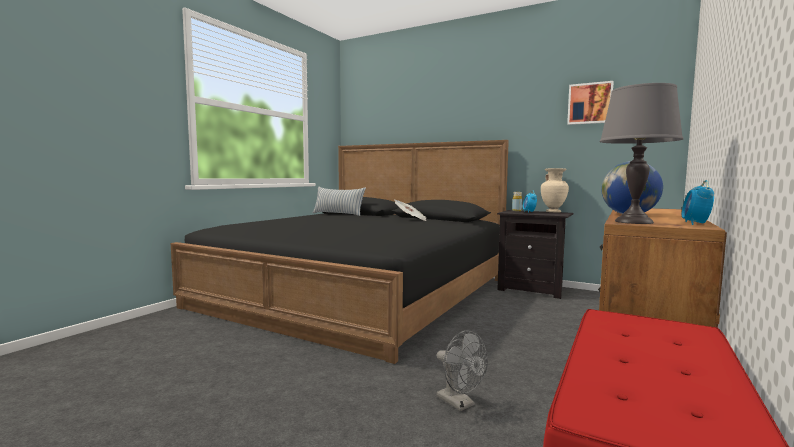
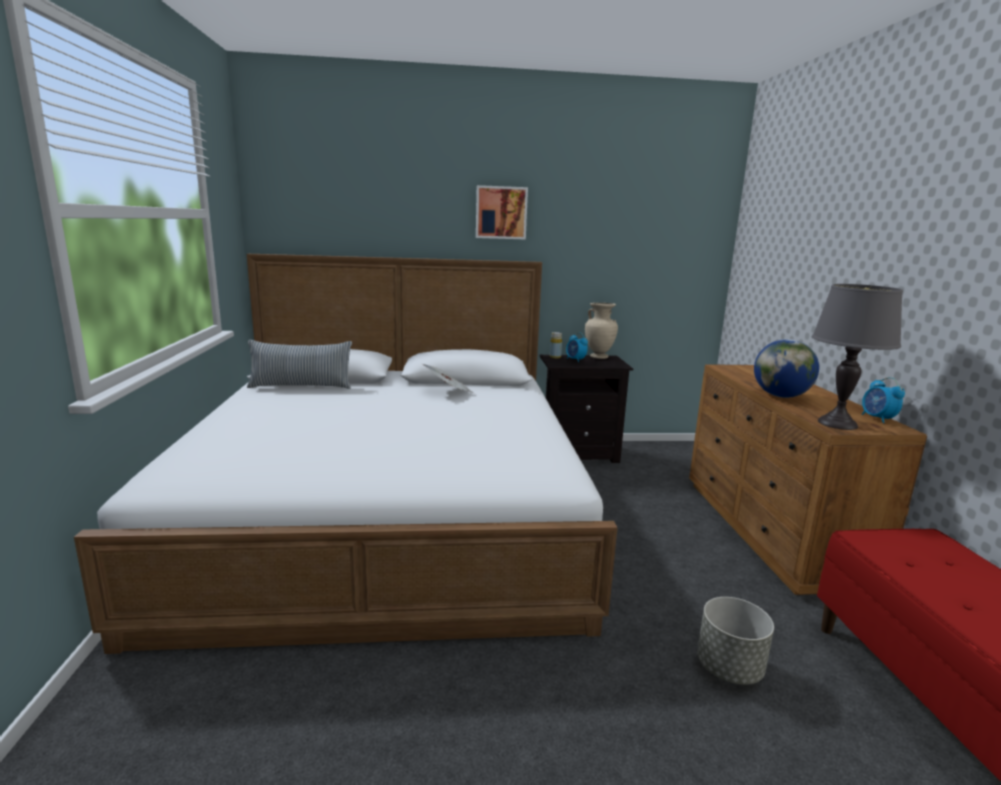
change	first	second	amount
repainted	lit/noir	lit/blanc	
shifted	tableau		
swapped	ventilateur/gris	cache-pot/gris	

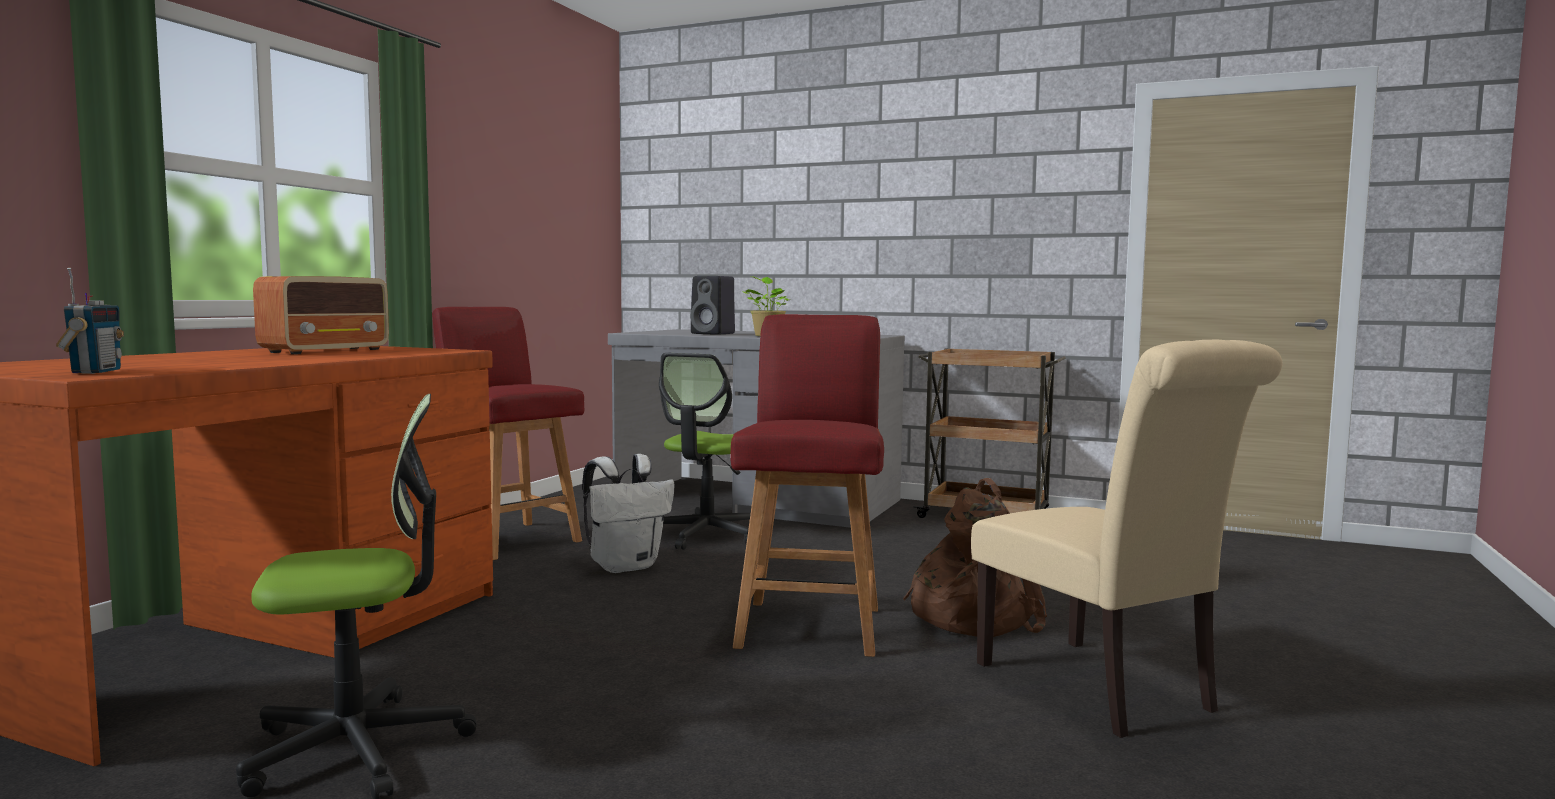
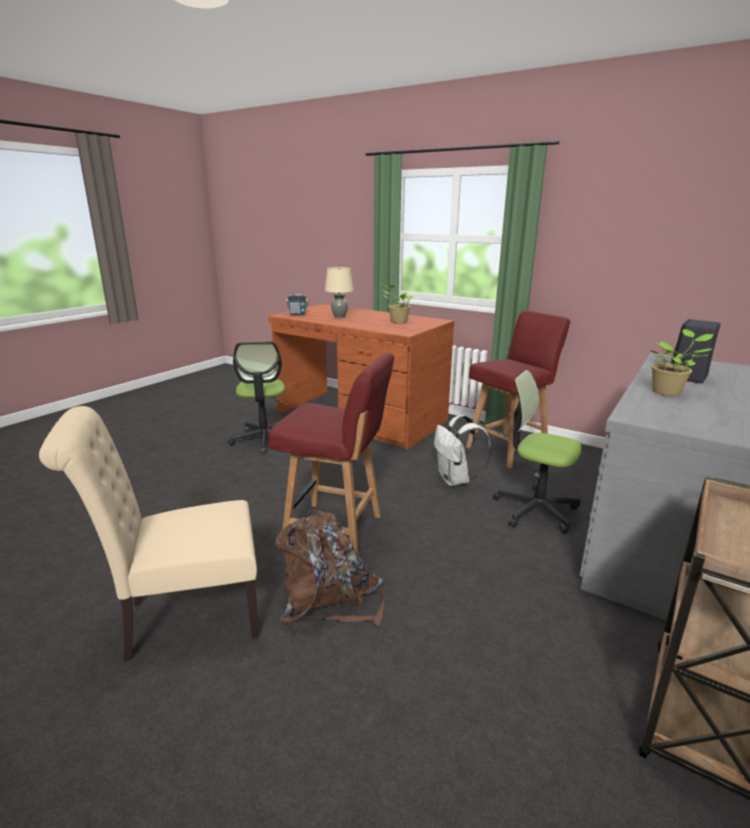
change	first	second	amount
new		lampe de table/beige	
swapped	radio (no. 2 from left)	plante en pot (no. 1 from left)	

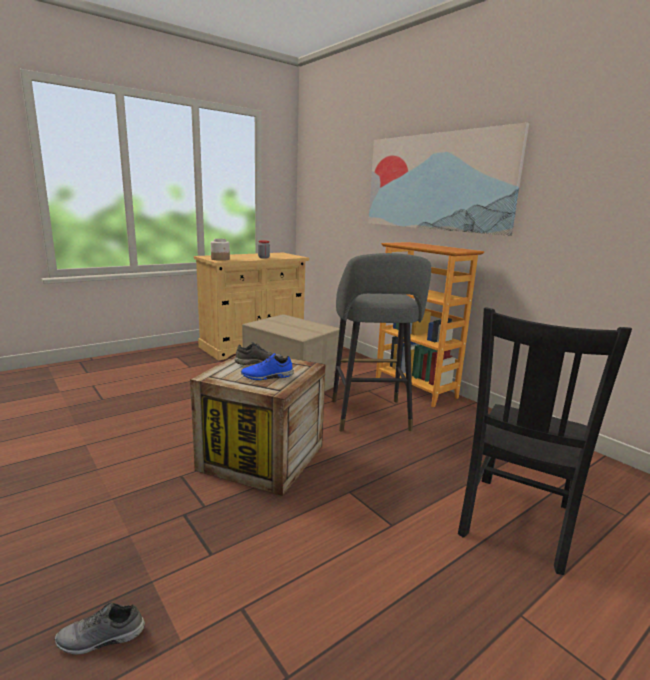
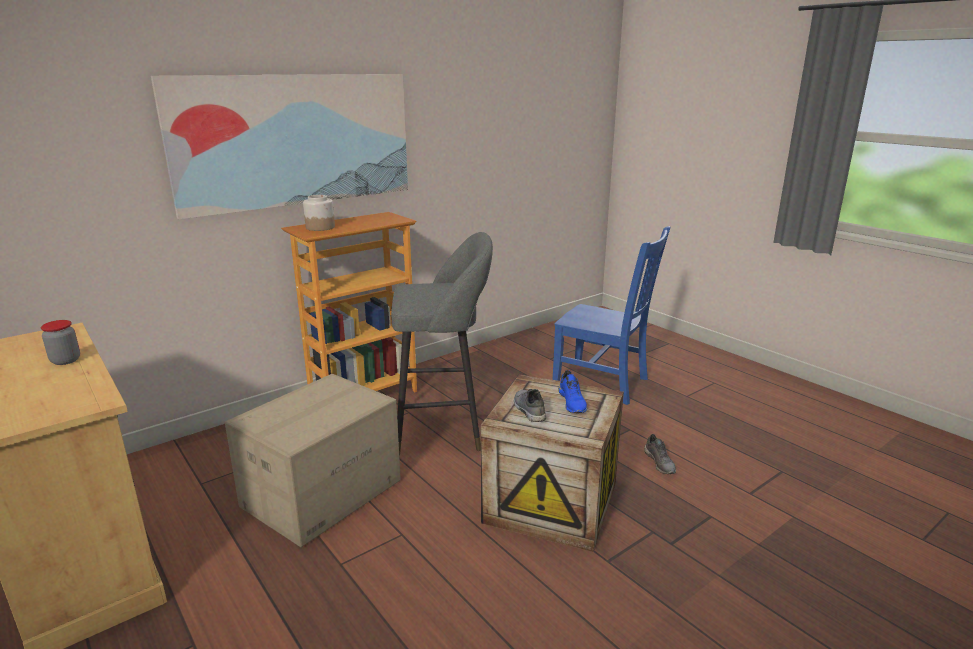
change	first	second	amount
shifted	bocal (no. 1 from left in the first image)	bocal (no. 2 from left)	
repainted	chaise/noir	chaise/bleu	
shifted	chaussure/gris (no. 1 from left in the first image)	chaussure/gris (no. 2 from left)	

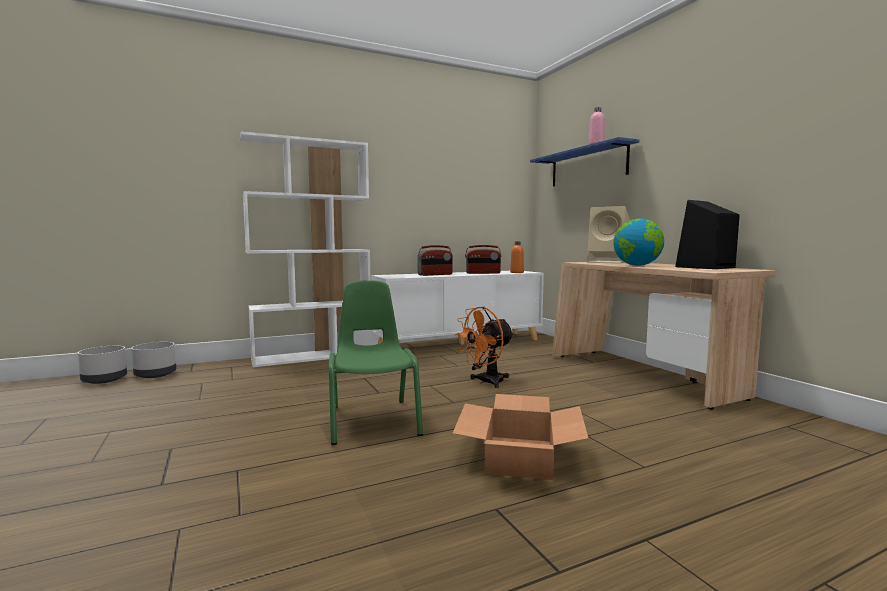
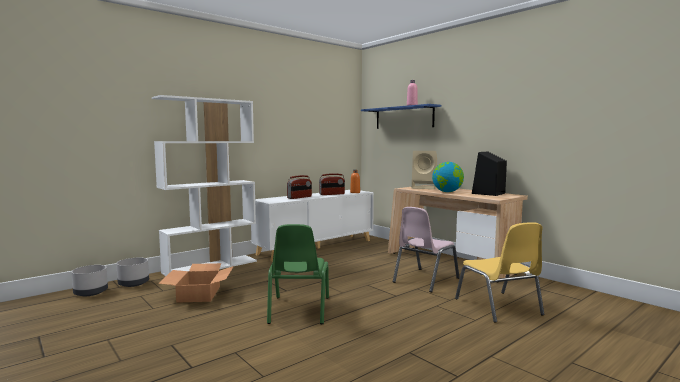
change	first	second	amount
shifted	cache-pot/gris (no. 1 from left in the first image)	cache-pot/gris (no. 2 from left)	
shifted	carton		
rotated	chaise/vert		150 degrees counterclockwise
new		chaise/rose	
new		chaise/jaune	
gone	ventilateur/orange		

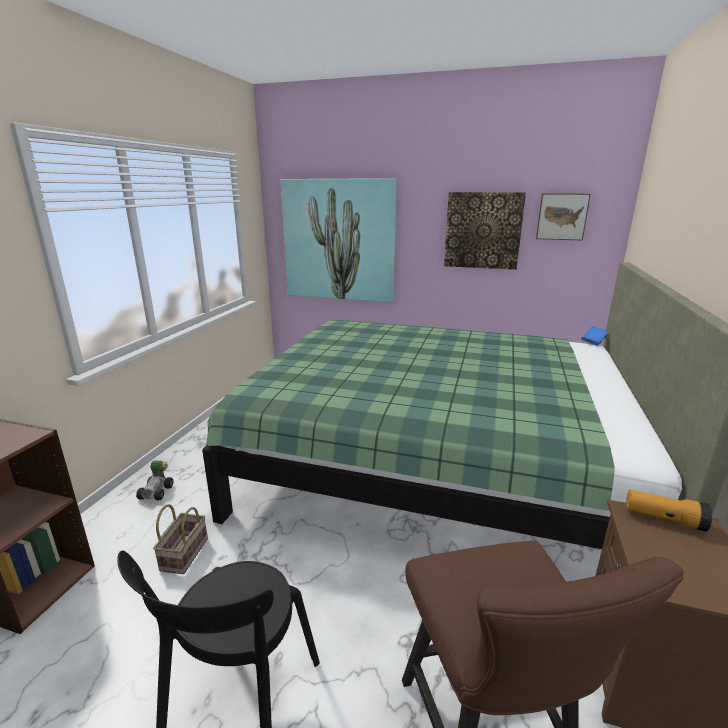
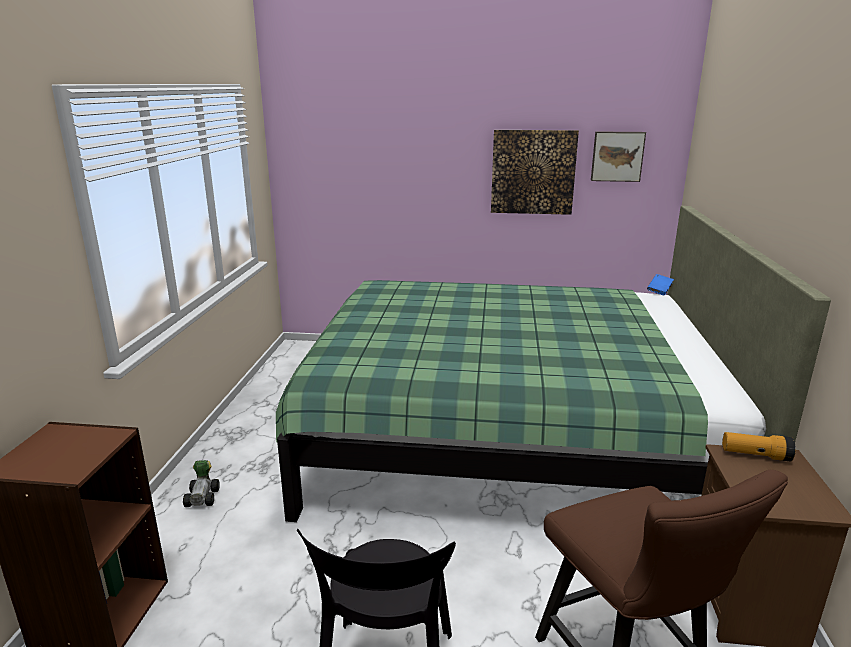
change	first	second	amount
gone	panier		
gone	tableau (no. 1 from left)		

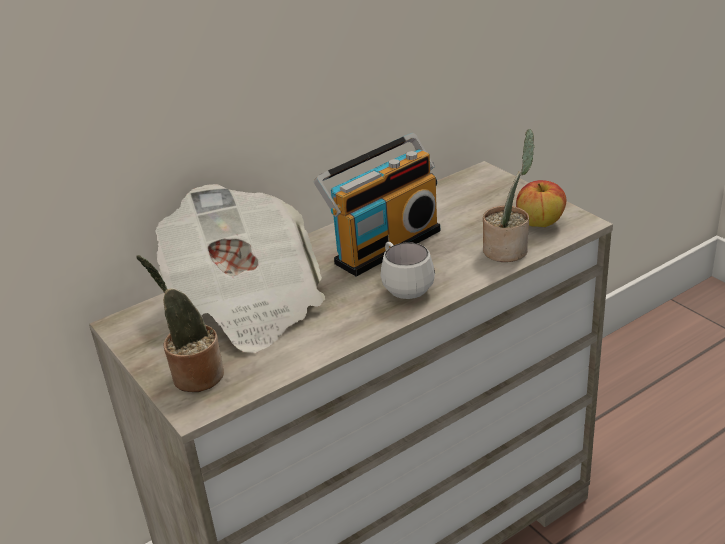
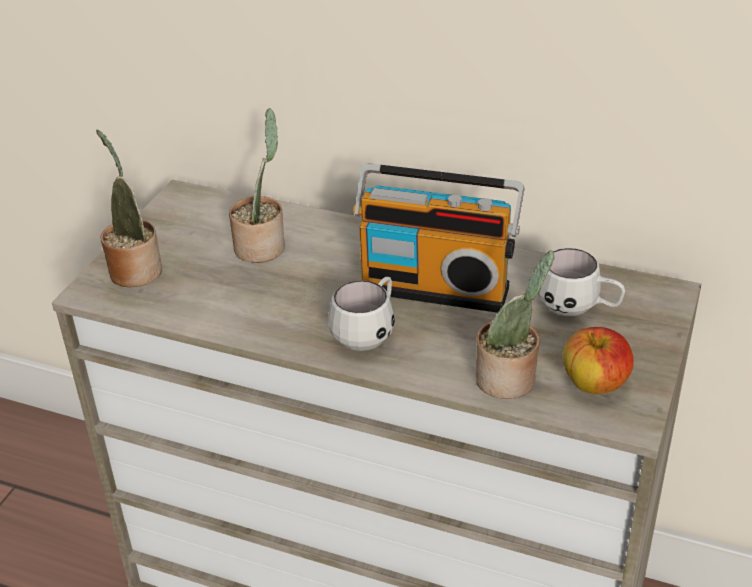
change	first	second	amount
swapped	journal	plante en pot (no. 2 from left)	
new		mug/blanc (no. 2 from left)	

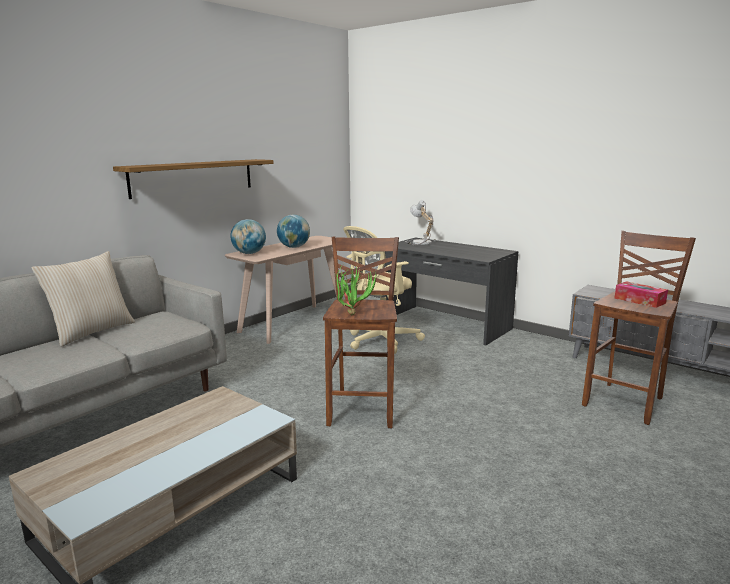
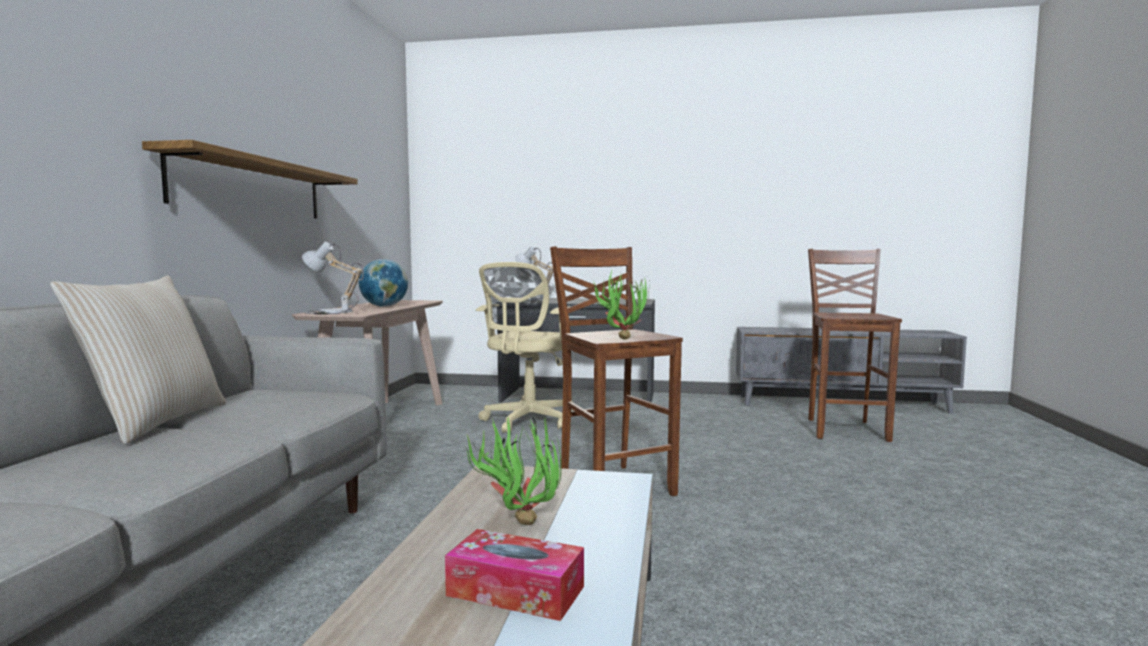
change	first	second	amount
swapped	globe (no. 1 from left)	lampe de table (no. 1 from left)	
shifted	boîte à mouchoirs		
new		plante en pot (no. 1 from left)	

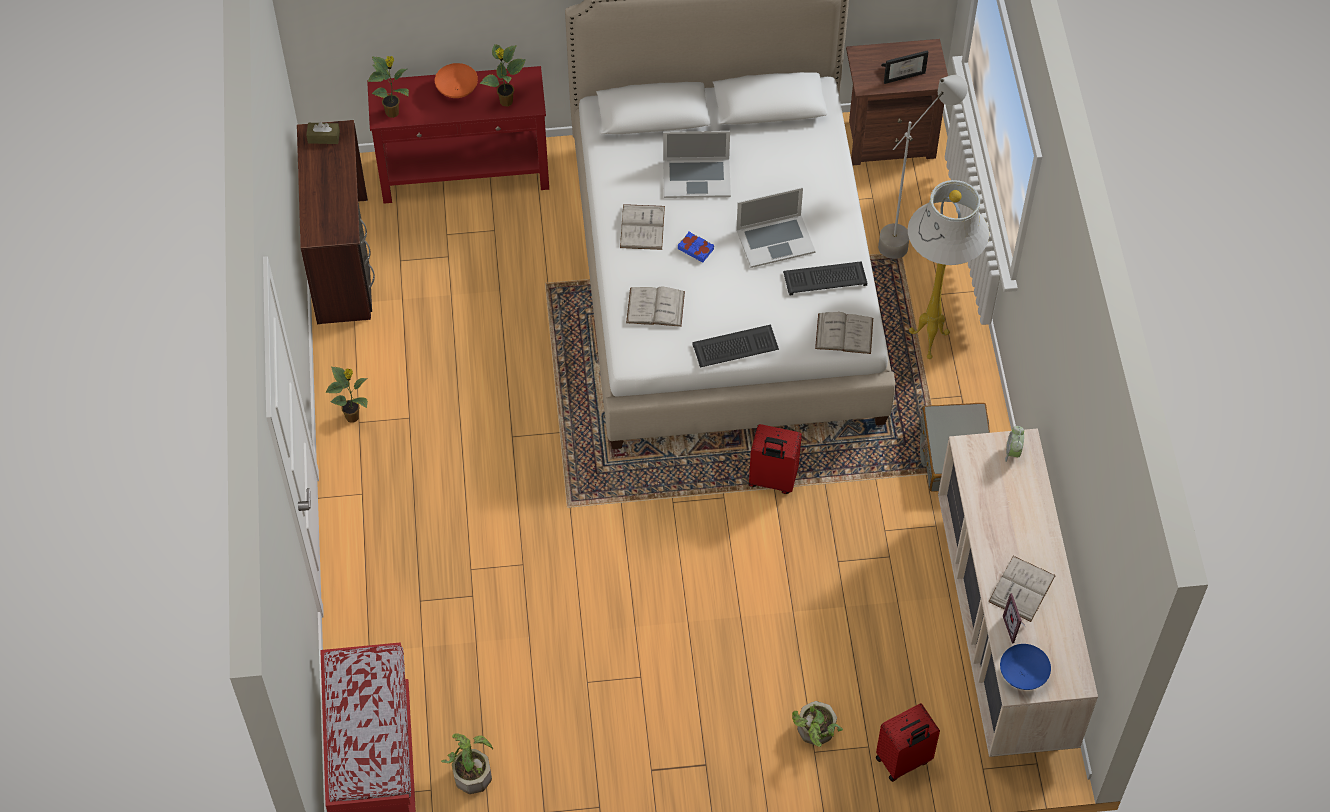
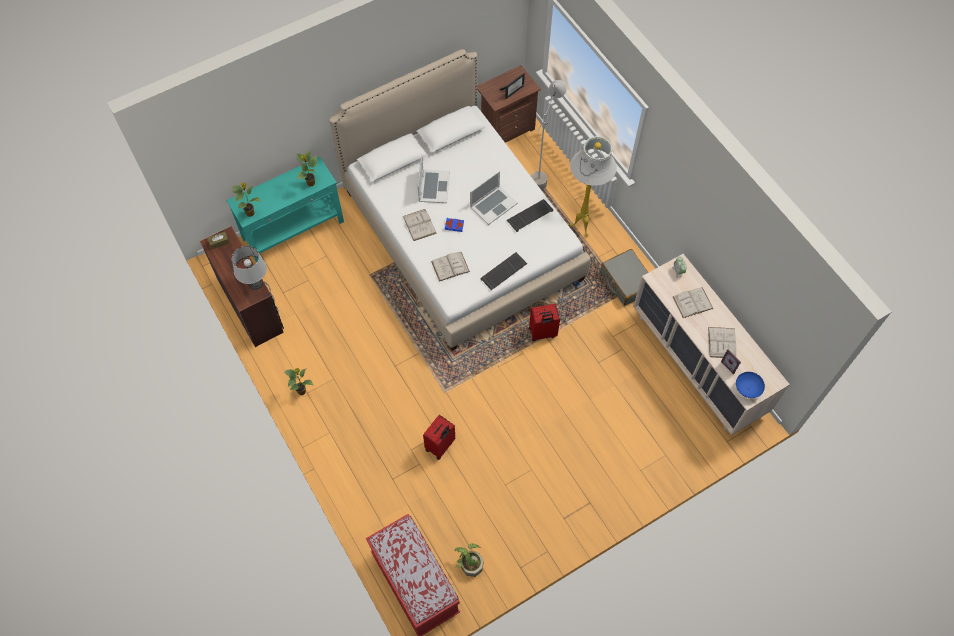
change	first	second	amount
repainted	table console/rouge	table console/turquoise	
new		lampe de table/gris	
rotated	ordinateur portable (no. 1 from left)		60 degrees counterclockwise
shifted	valise/rouge (no. 2 from left in the first image)	valise/rouge (no. 1 from left)	
shifted	livre/blanc (no. 3 from left)		
gone	bol/orange		
gone	plante en pot (no. 5 from left)		

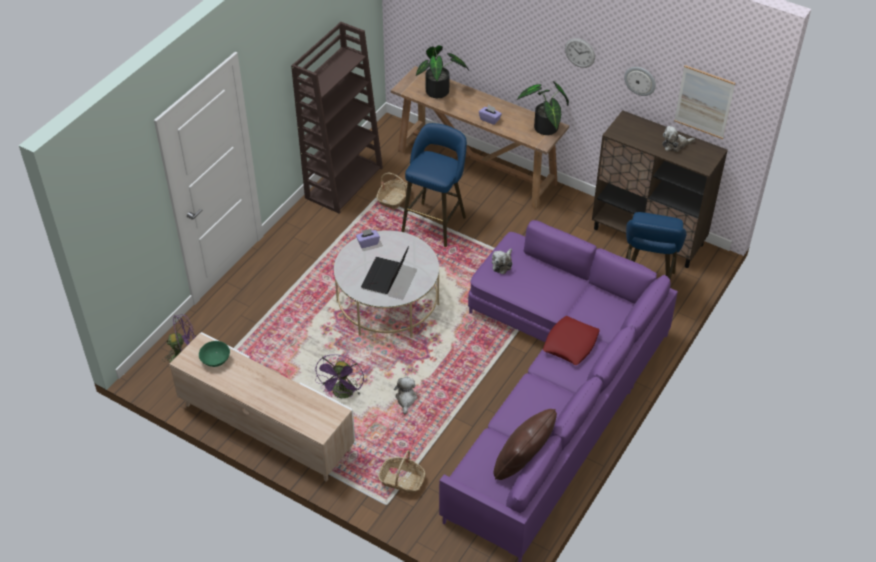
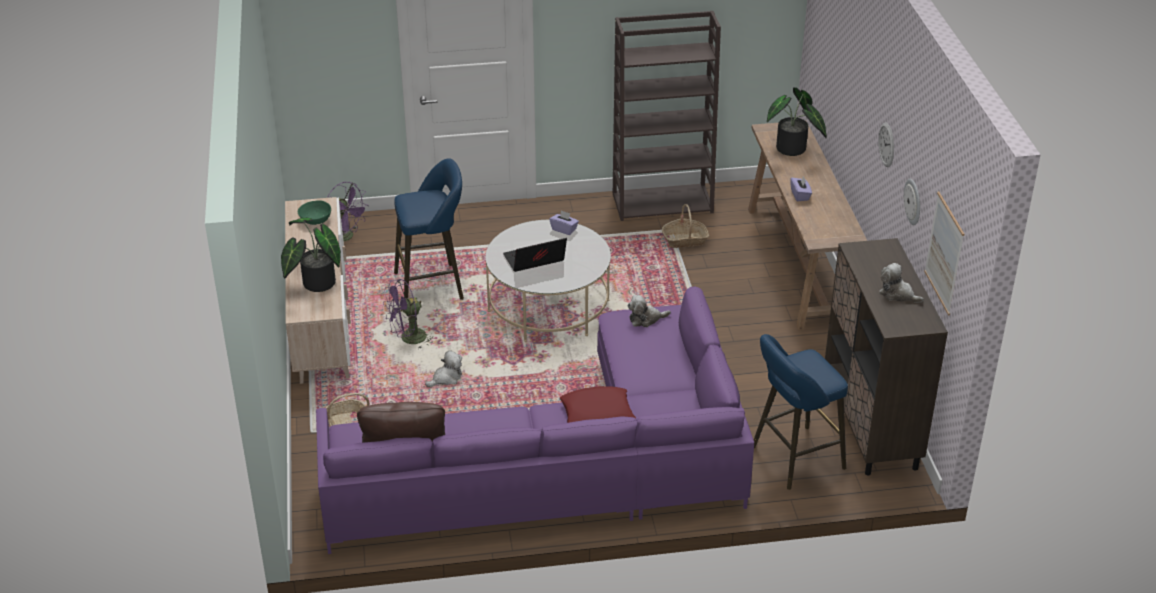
change	first	second	amount
shifted	plante en pot (no. 2 from left in the first image)	plante en pot (no. 1 from left)	
shifted	tabouret/bleu (no. 1 from left)		

